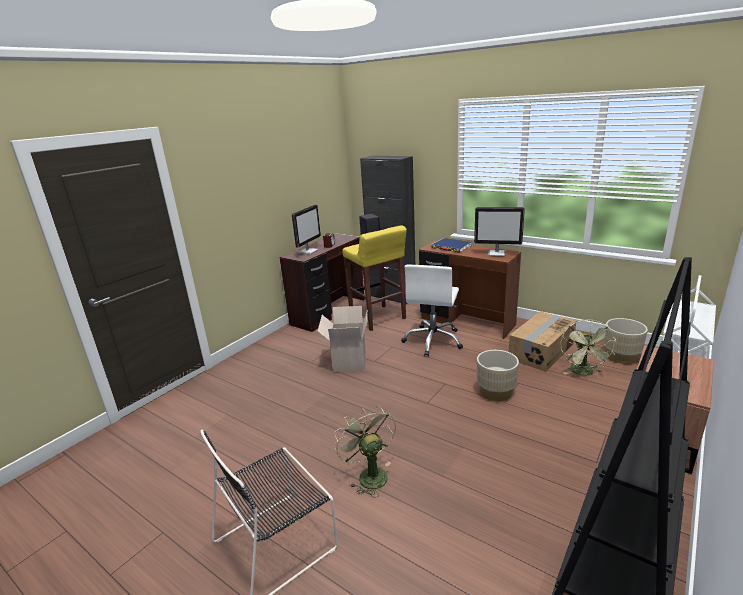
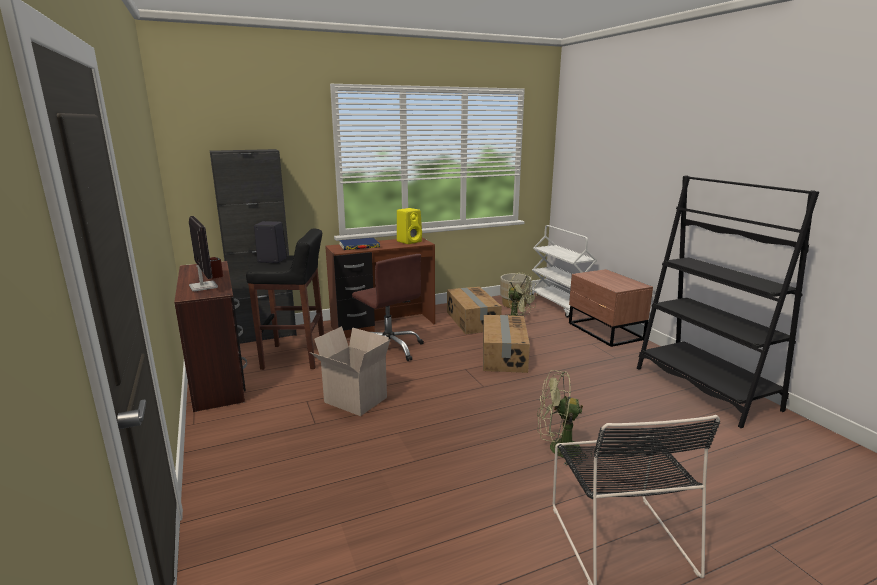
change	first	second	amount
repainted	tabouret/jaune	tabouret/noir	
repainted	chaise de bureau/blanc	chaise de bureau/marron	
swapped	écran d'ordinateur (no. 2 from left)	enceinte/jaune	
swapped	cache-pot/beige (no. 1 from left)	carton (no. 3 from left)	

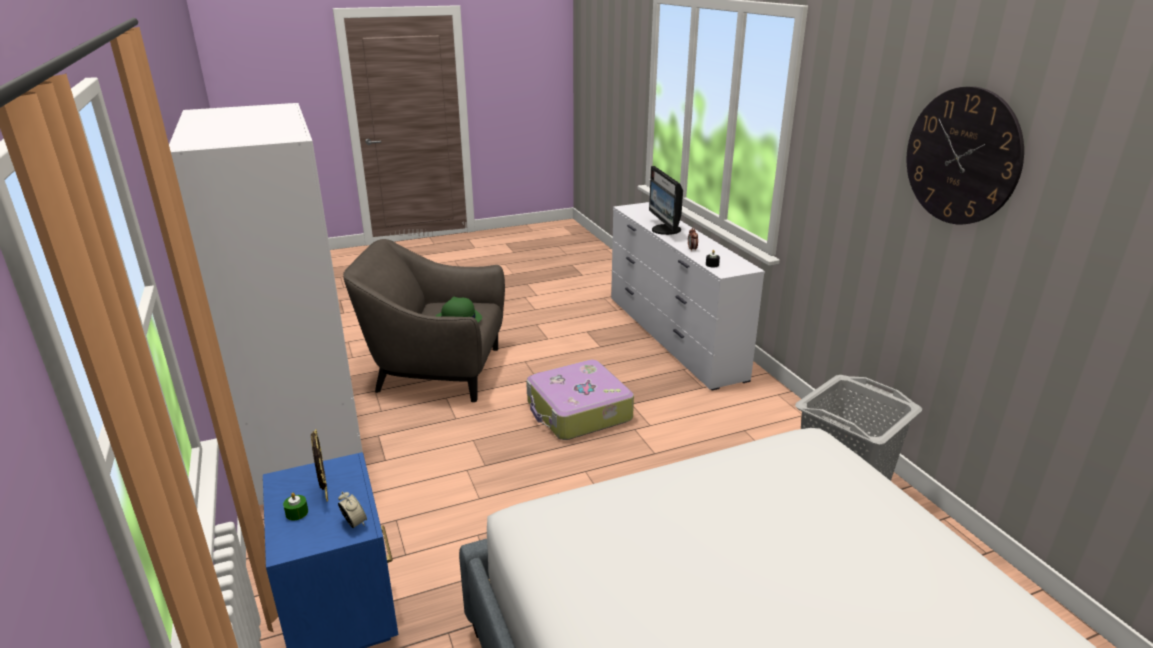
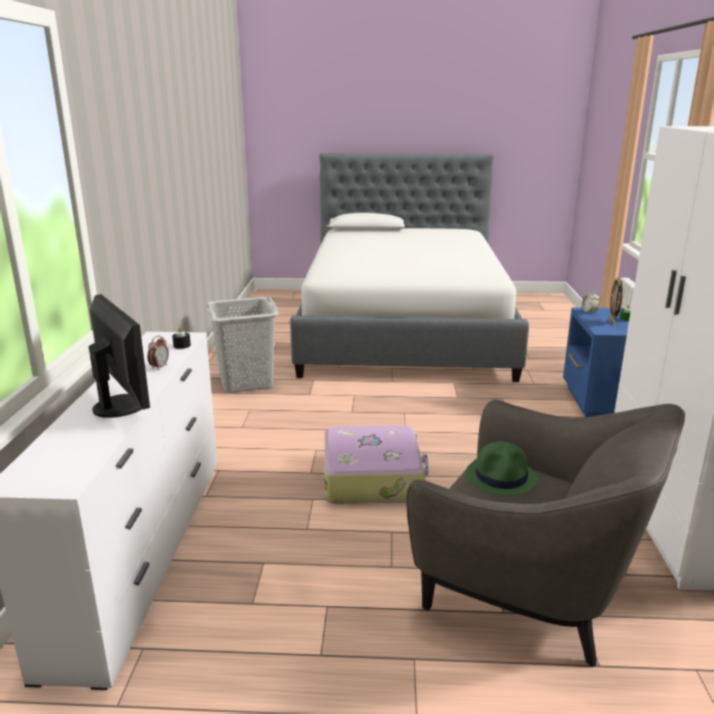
change	first	second	amount
rotated	écran d'ordinateur		45 degrees counterclockwise
gone	horloge murale		

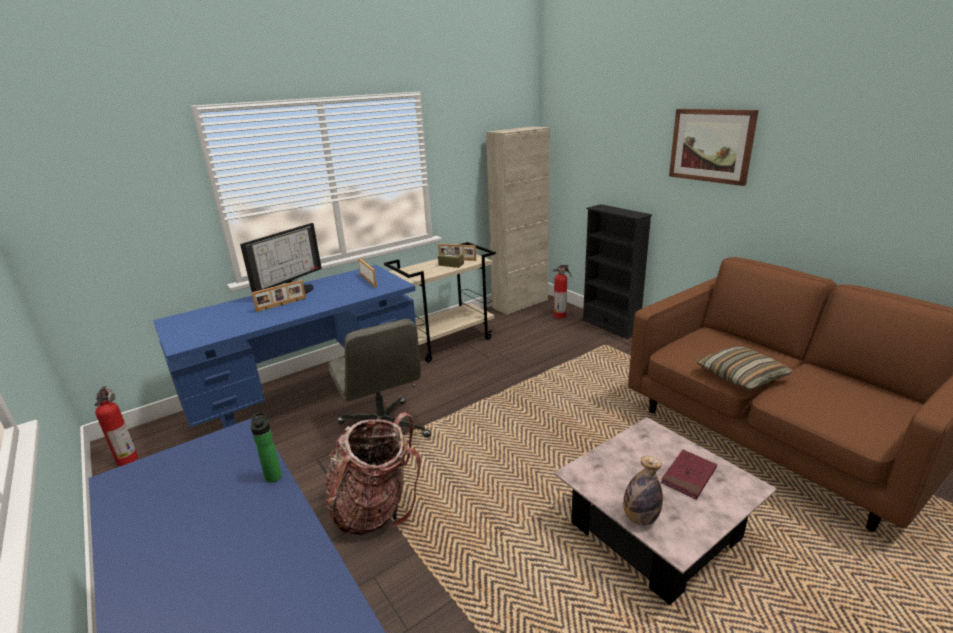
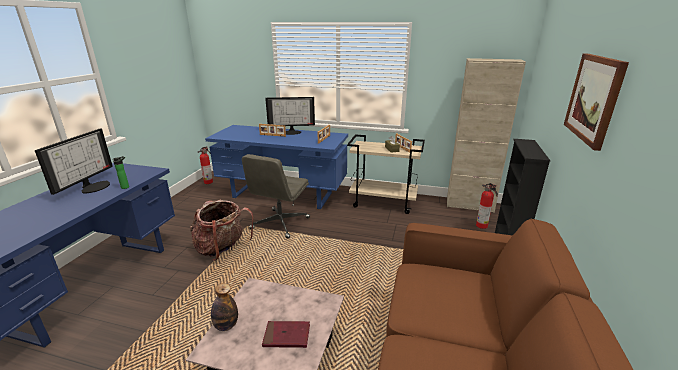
change	first	second	amount
new		écran d'ordinateur (no. 1 from left)	
gone	coussin		

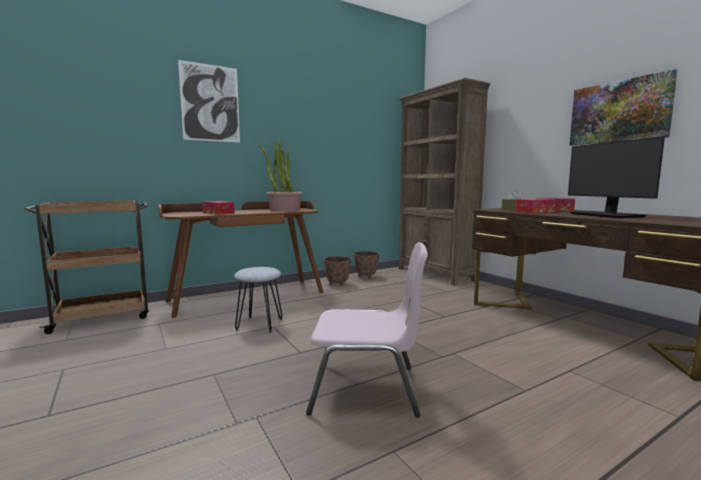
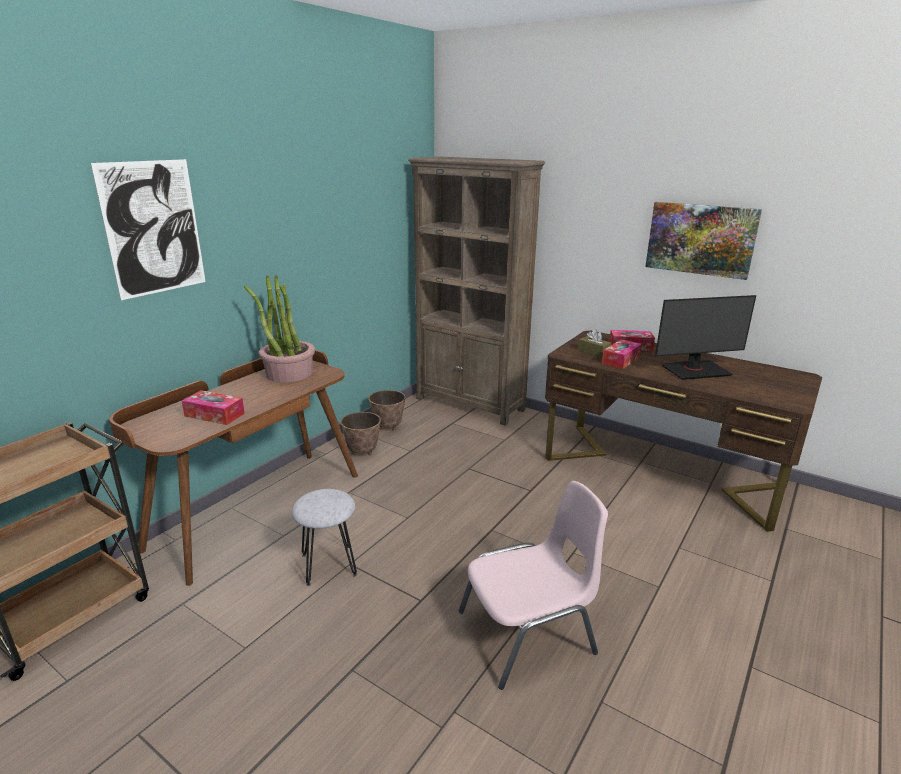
change	first	second	amount
rotated	écran d'ordinateur		60 degrees counterclockwise

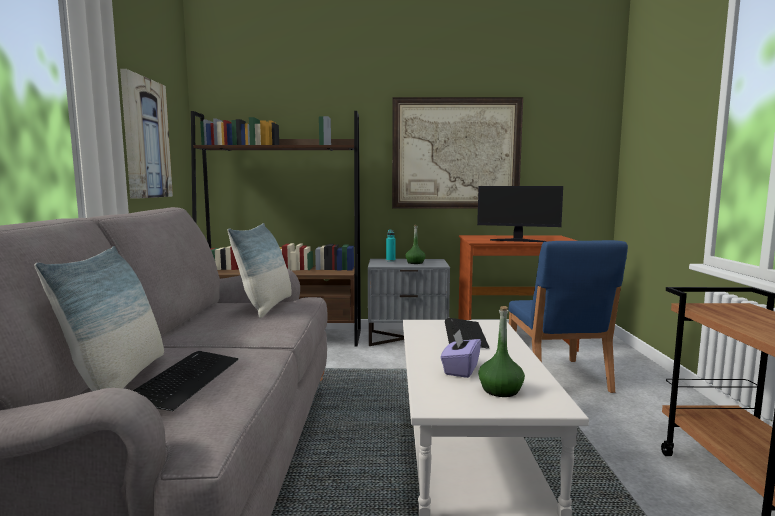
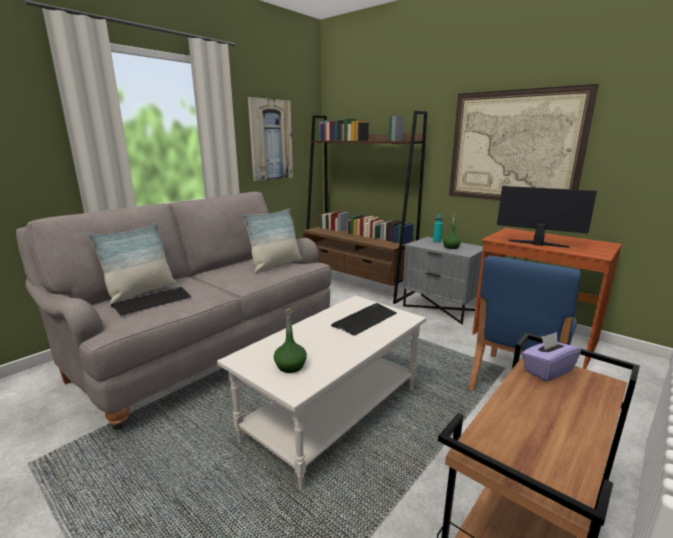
change	first	second	amount
rotated	écran d'ordinateur		150 degrees clockwise
shifted	boîte à mouchoirs/violet		

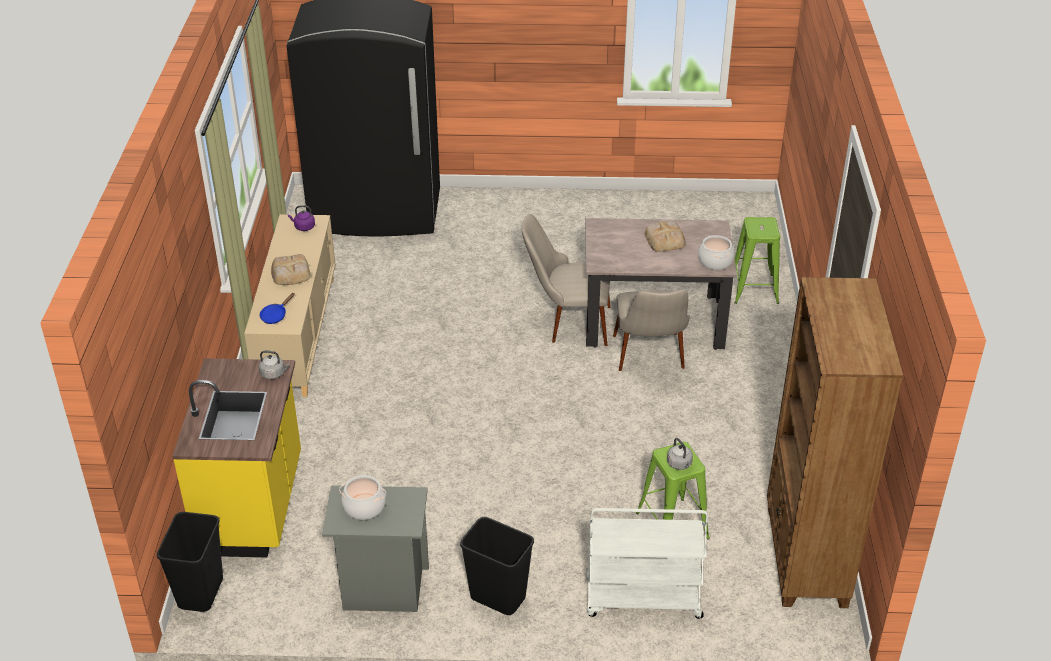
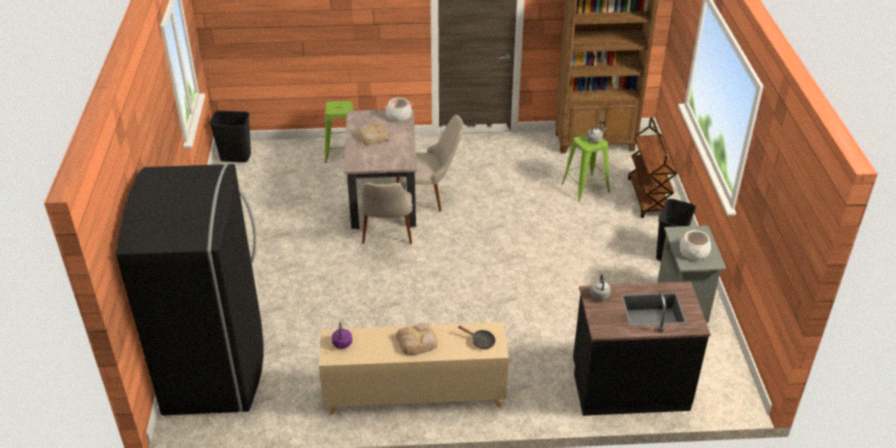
change	first	second	amount
shifted	poubelle/noir (no. 1 from left)		
repainted	poêle/bleu	poêle/noir	
repainted	comptoir de cuisine/jaune	comptoir de cuisine/noir	
repainted	chariot/blanc	chariot/marron	

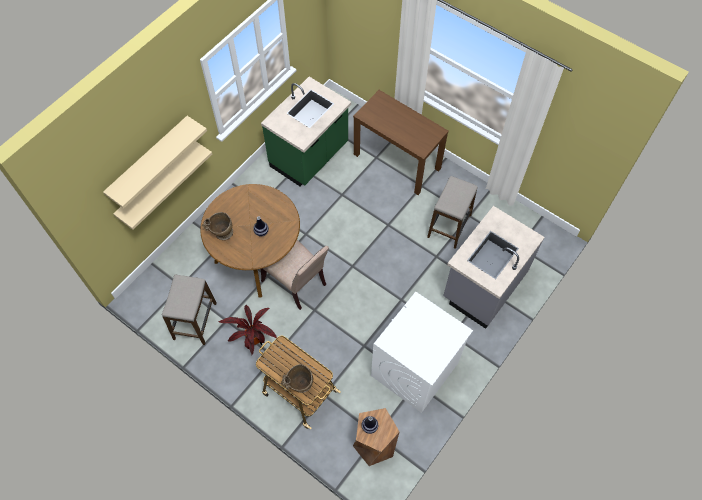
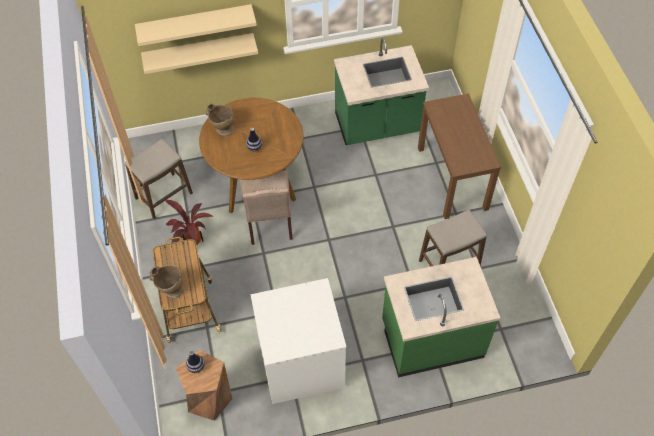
change	first	second	amount
repainted	comptoir de cuisine/gris	comptoir de cuisine/vert (no. 2 from left)	

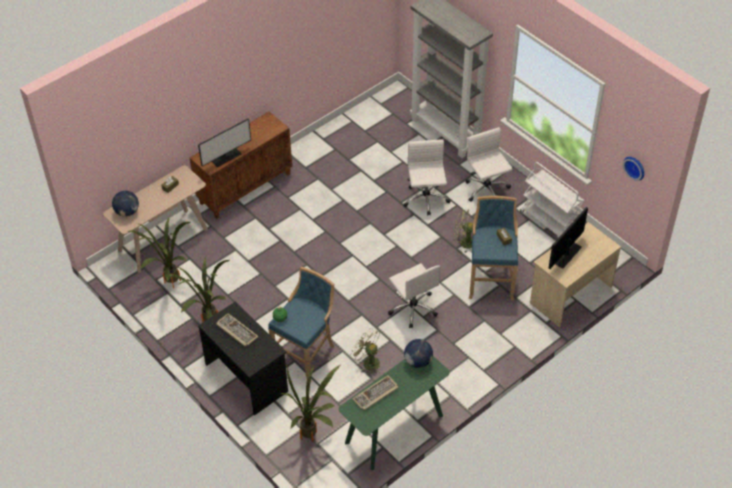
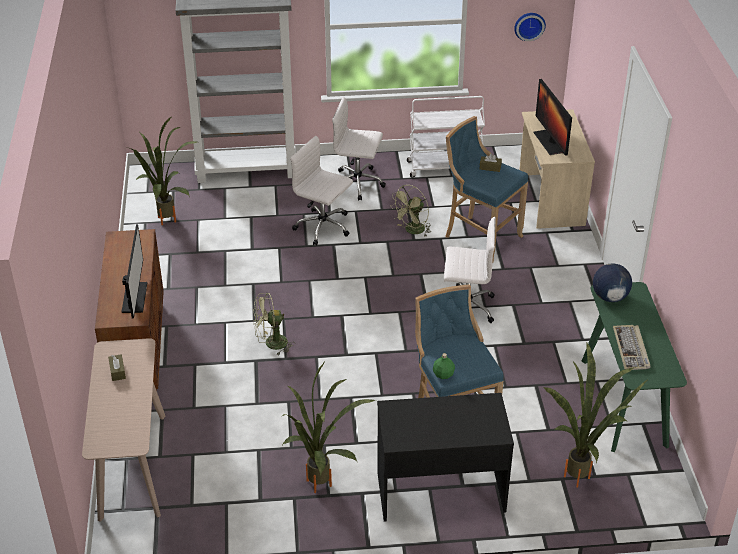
change	first	second	amount
shifted	plante en pot (no. 1 from left)		
shifted	ventilateur/vert (no. 1 from left)		
gone	globe (no. 1 from left)		
gone	clavier (no. 1 from left)		

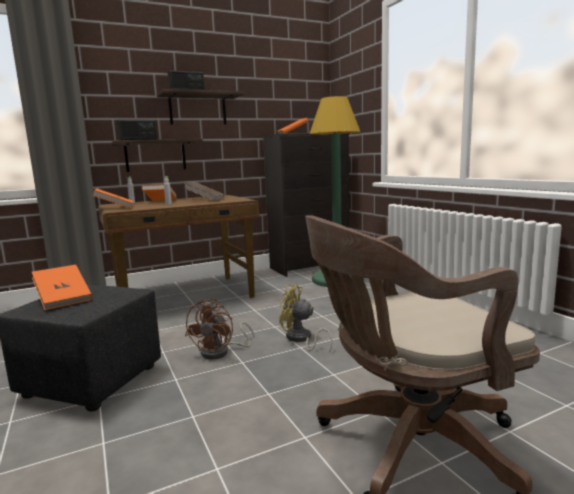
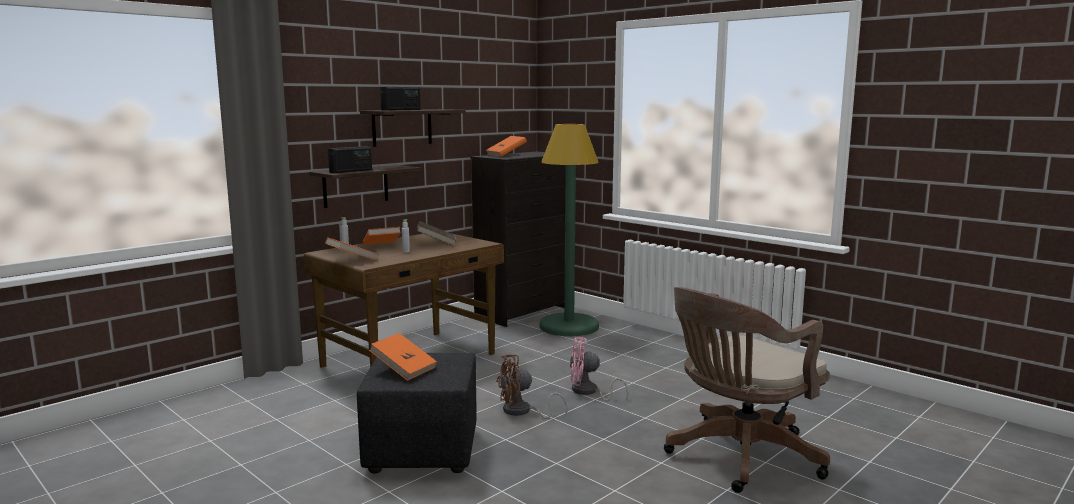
change	first	second	amount
rotated	ventilateur/marron		75 degrees clockwise
repainted	ventilateur/jaune	ventilateur/rose	

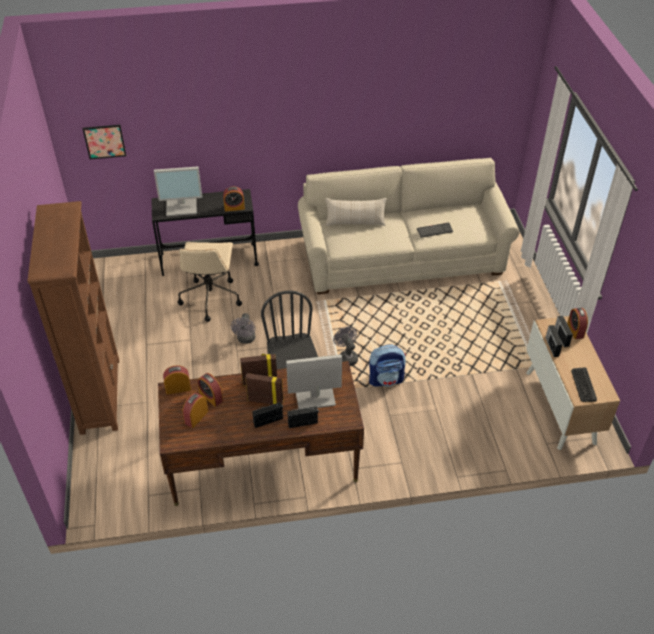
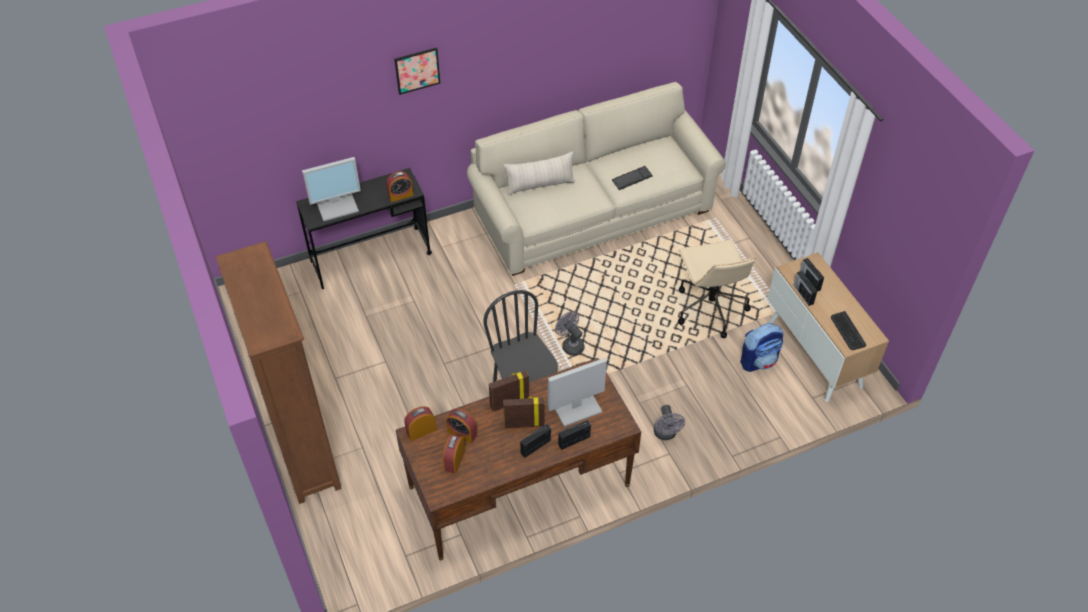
change	first	second	amount
shifted	tableau		
shifted	ventilateur/gris (no. 1 from left in the first image)	ventilateur/gris (no. 2 from left)	
shifted	chaise de bureau/beige		
shifted	sac à dos		
gone	réveil (no. 5 from left)		

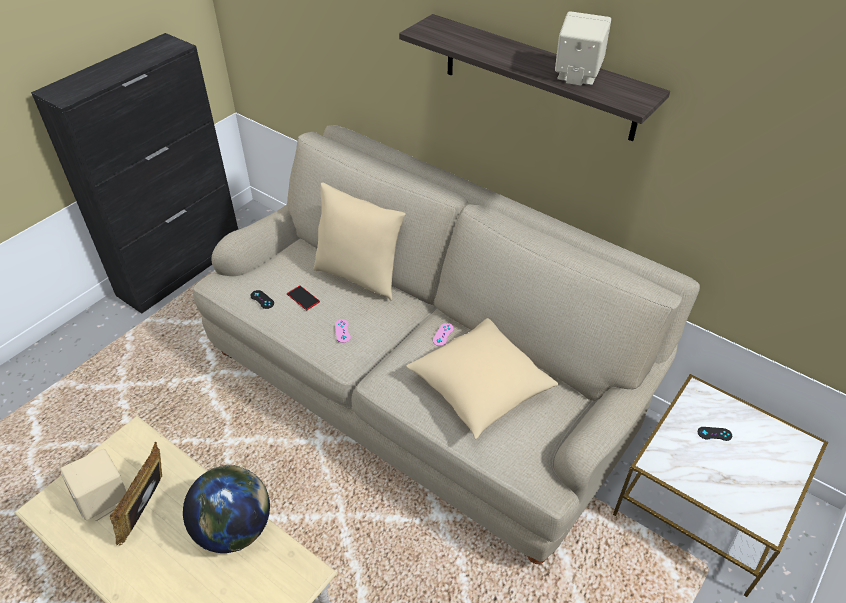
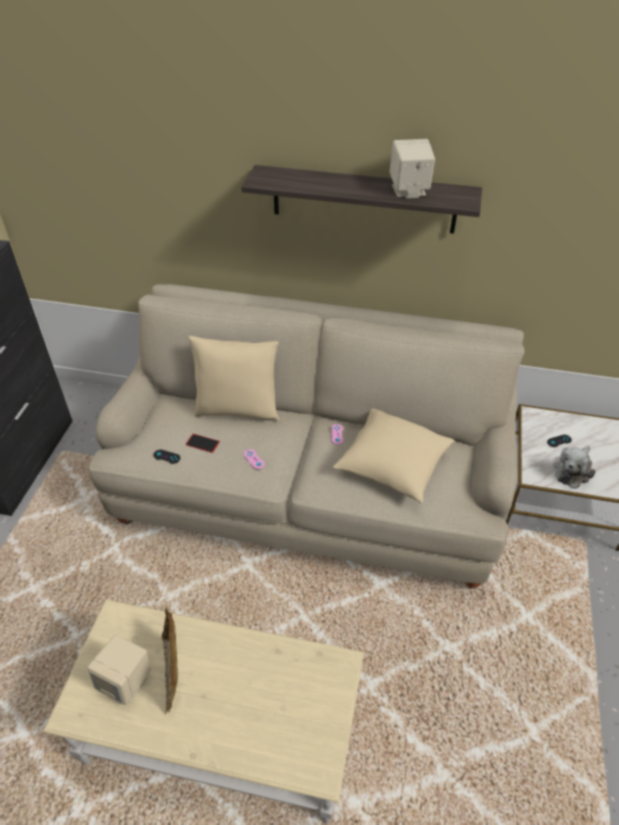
change	first	second	amount
new		peluche	
gone	globe		

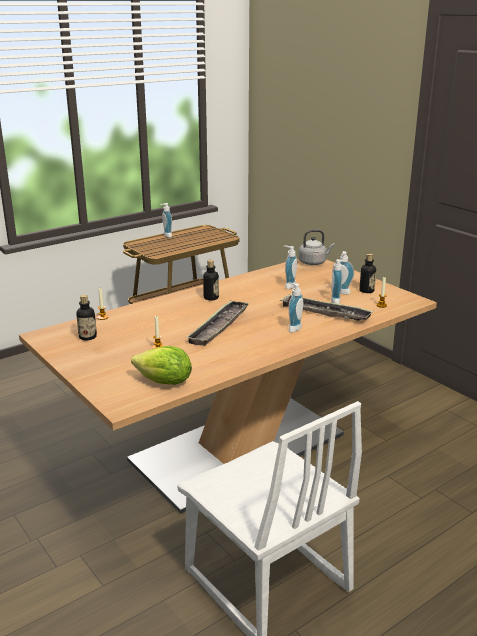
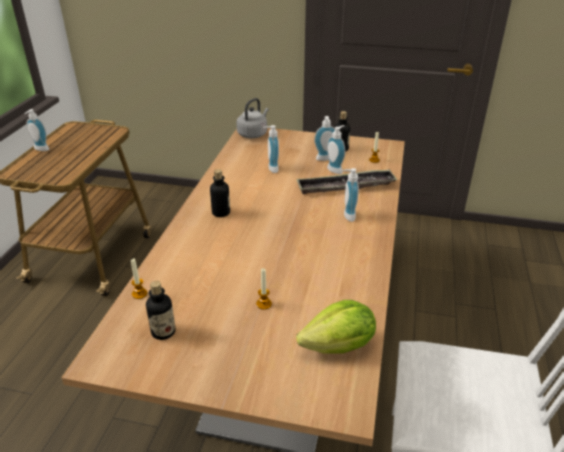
change	first	second	amount
gone	plateau (no. 1 from left)		

